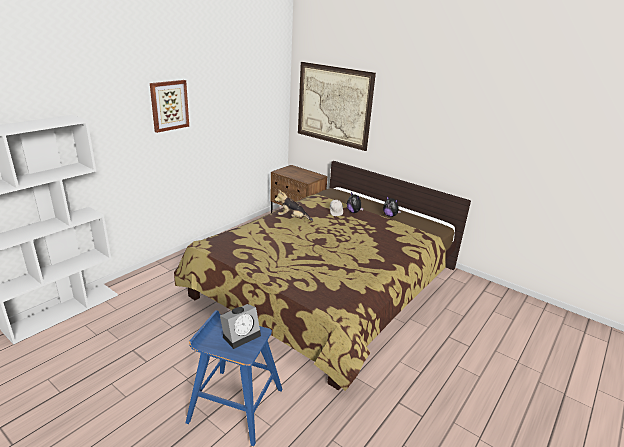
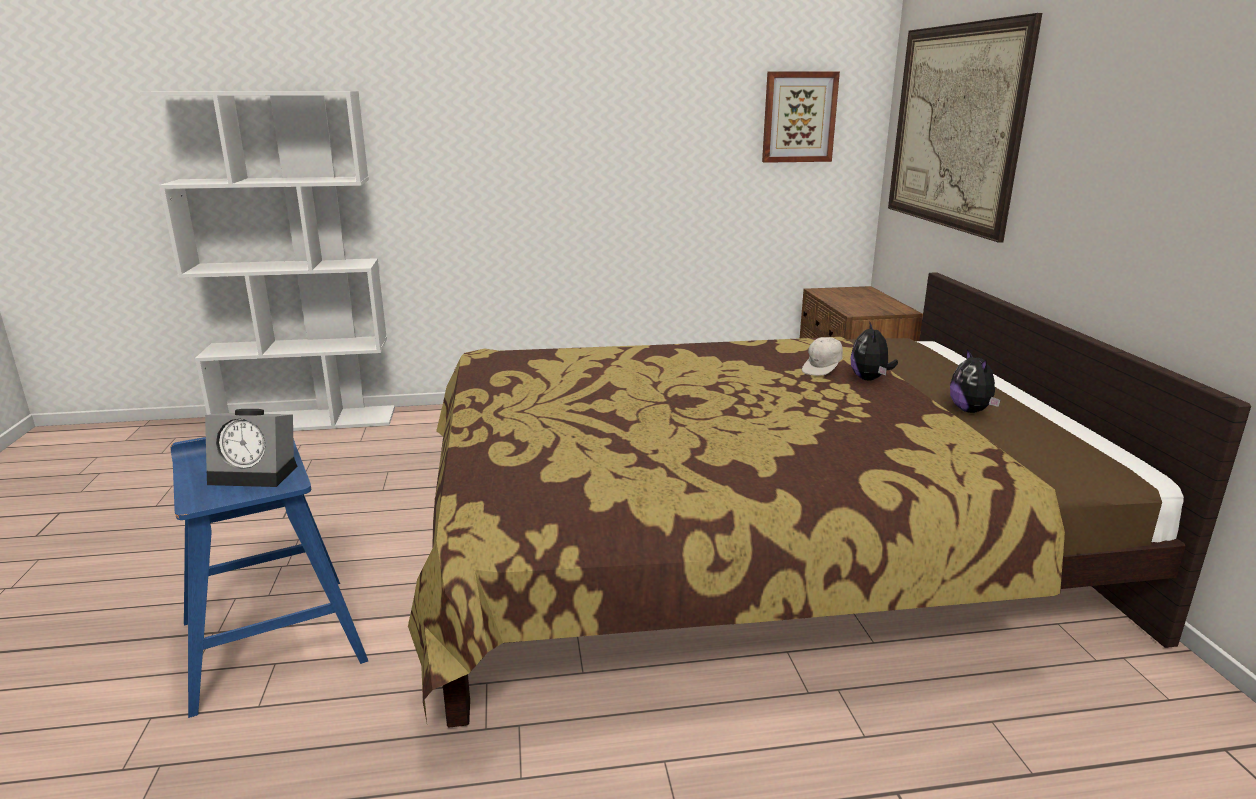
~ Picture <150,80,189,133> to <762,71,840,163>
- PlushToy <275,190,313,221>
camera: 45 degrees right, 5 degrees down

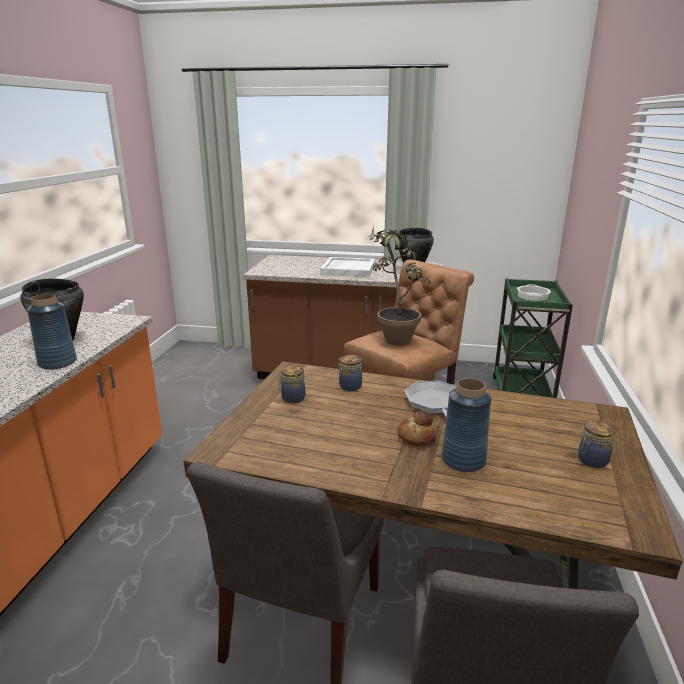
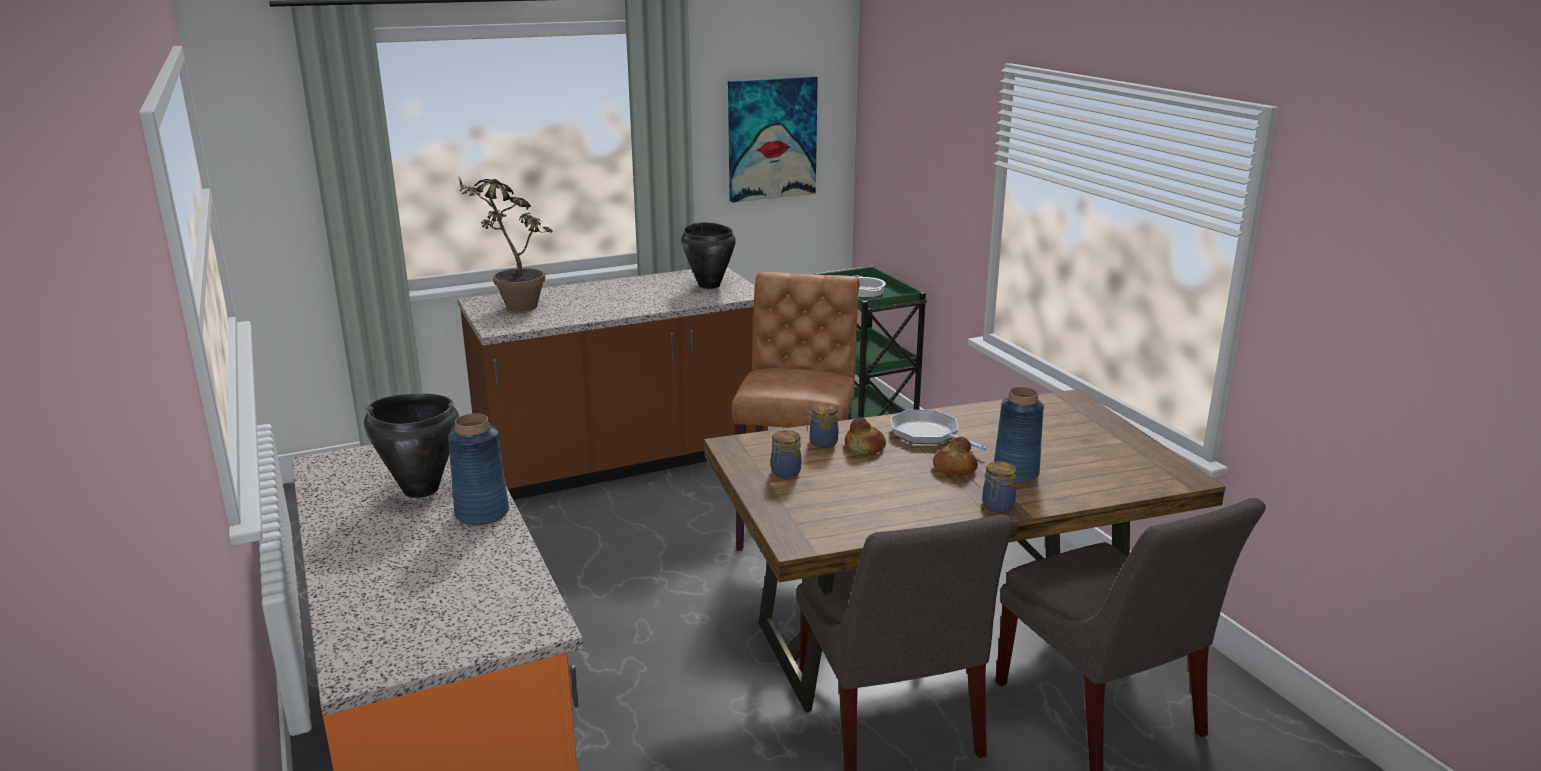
~ PlantInAPot <369,225,431,346> to <459,177,553,312>
+ Picture <728,76,818,202>
+ BakedBread <845,417,886,454>
~ PreserveJar <578,421,615,468> to <982,461,1017,512>
- WhitishCarryingTray <320,257,375,277>
camera: 35 degrees left, 0 degrees up

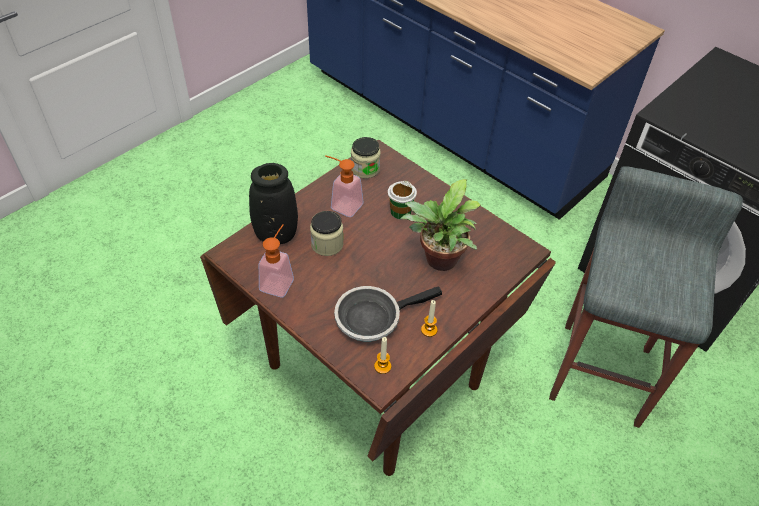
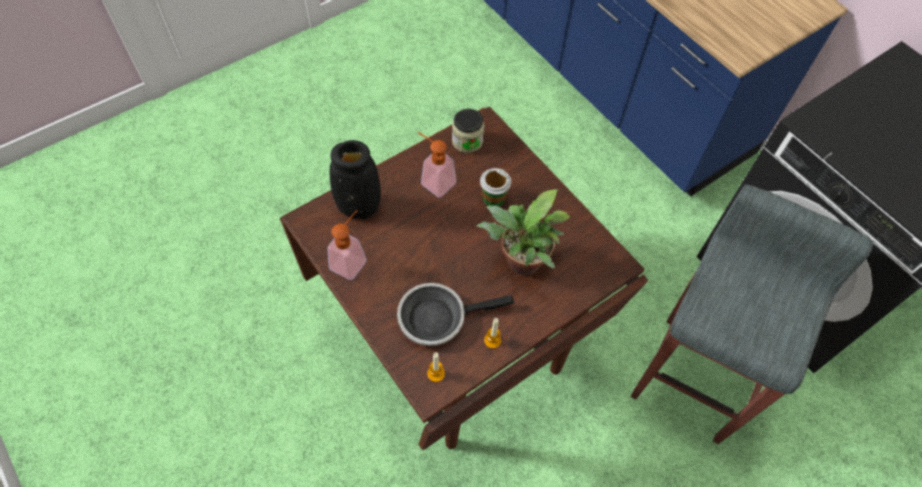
- PreserveJar <310,211,343,256>
camera: 10 degrees right, 10 degrees up

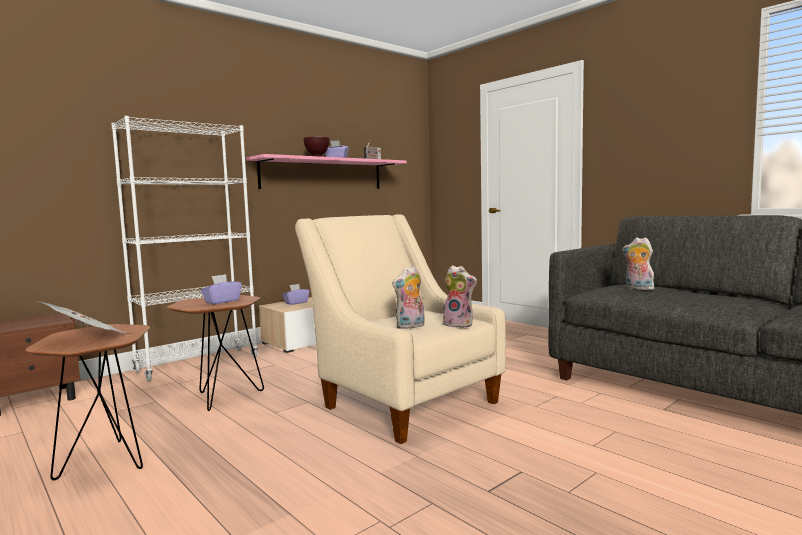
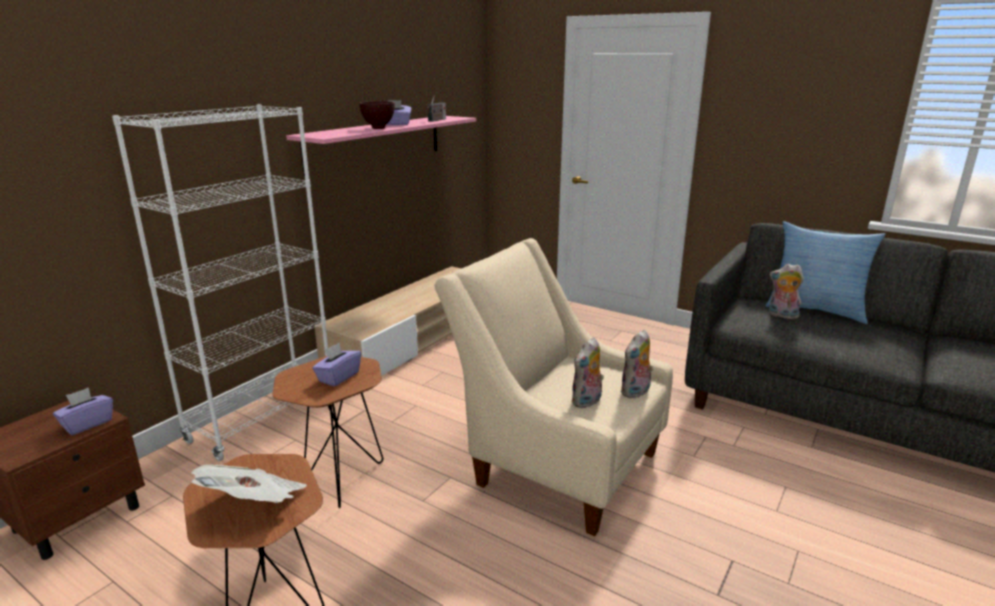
~ PurpleColouredBoxOfTissues <282,284,309,305> to <53,387,113,435>
~ PlushToy <443,265,477,328> = <620,330,653,398> 120 degrees clockwise
+ Pillow <766,221,886,324>
camera: 15 degrees left, 15 degrees up

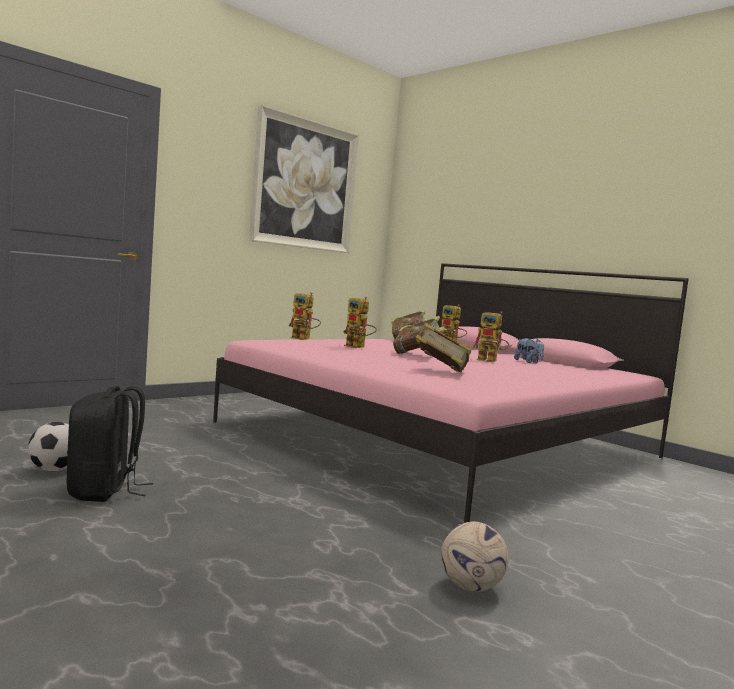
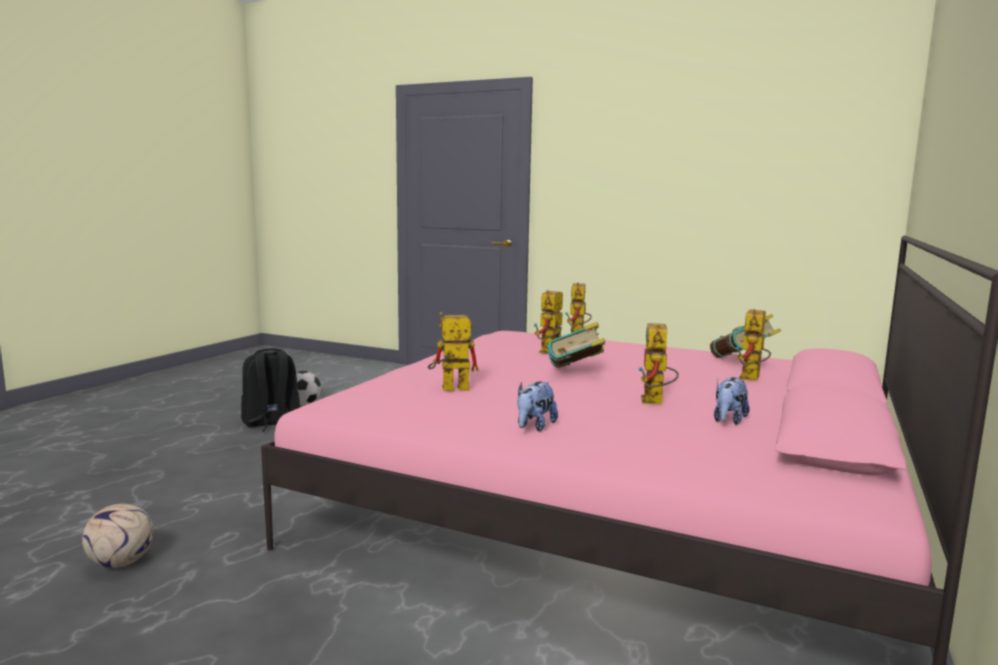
~ Book <416,323,471,373> to ToyRobot <428,312,479,391>
+ PlushToy <517,381,558,431>
- Picture <249,105,359,253>
camera: 70 degrees right, 5 degrees up

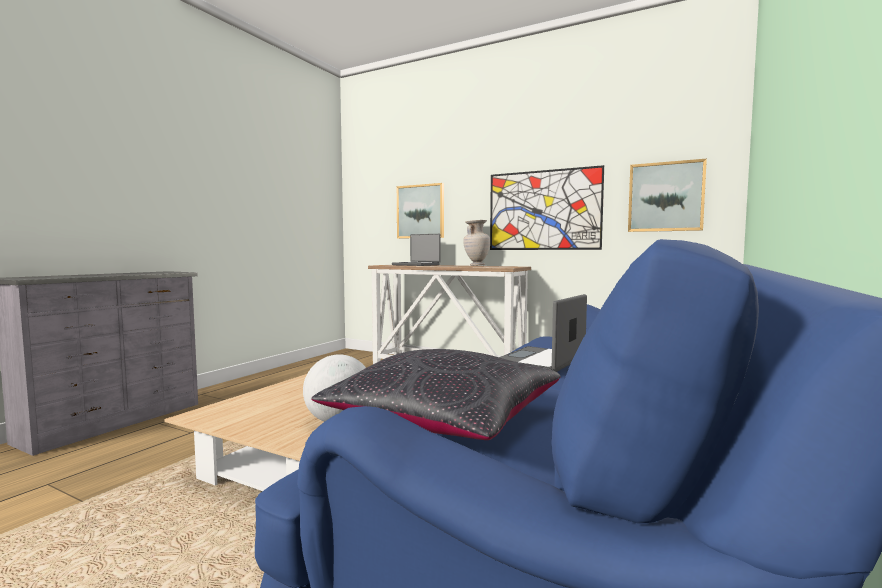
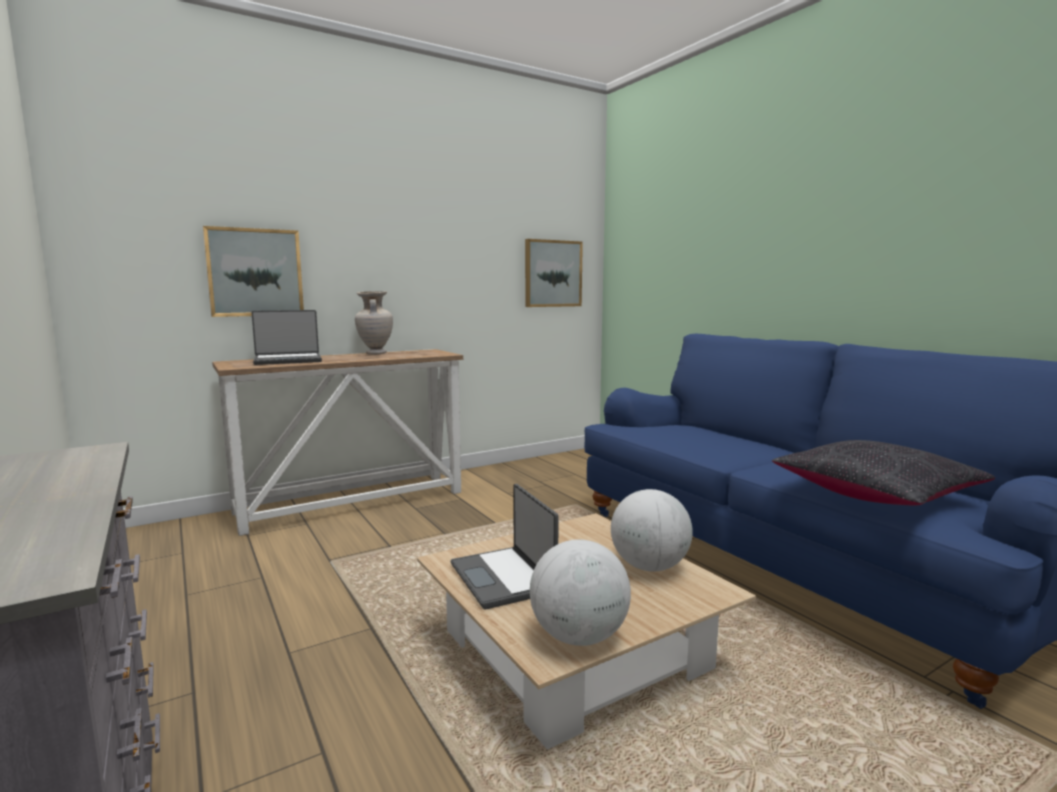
~ NotebookComputer <499,294,587,372> to <450,484,559,610>
+ DeskGlobe <530,539,631,646>
- Picture <490,165,604,250>
camera: 60 degrees left, 5 degrees up

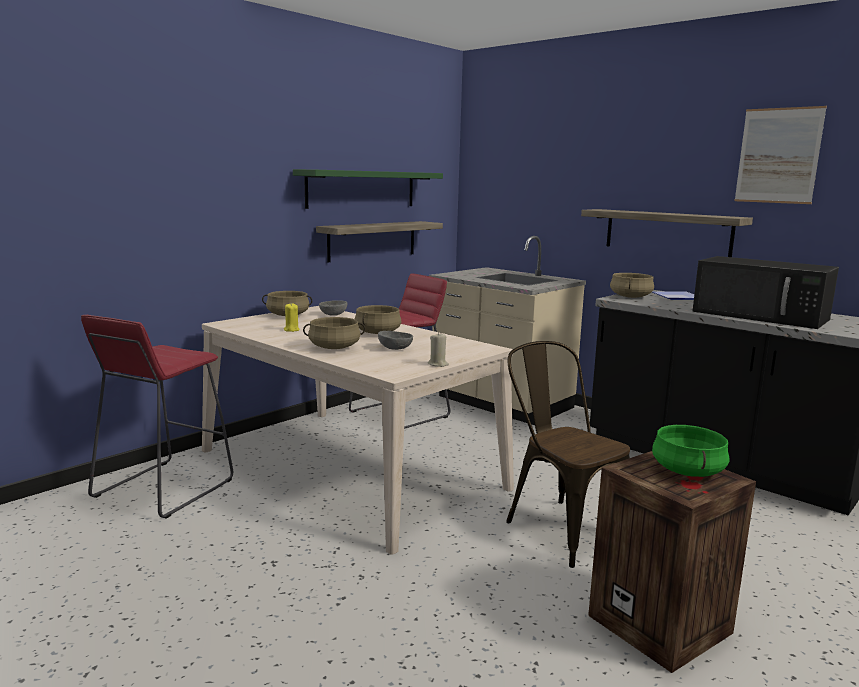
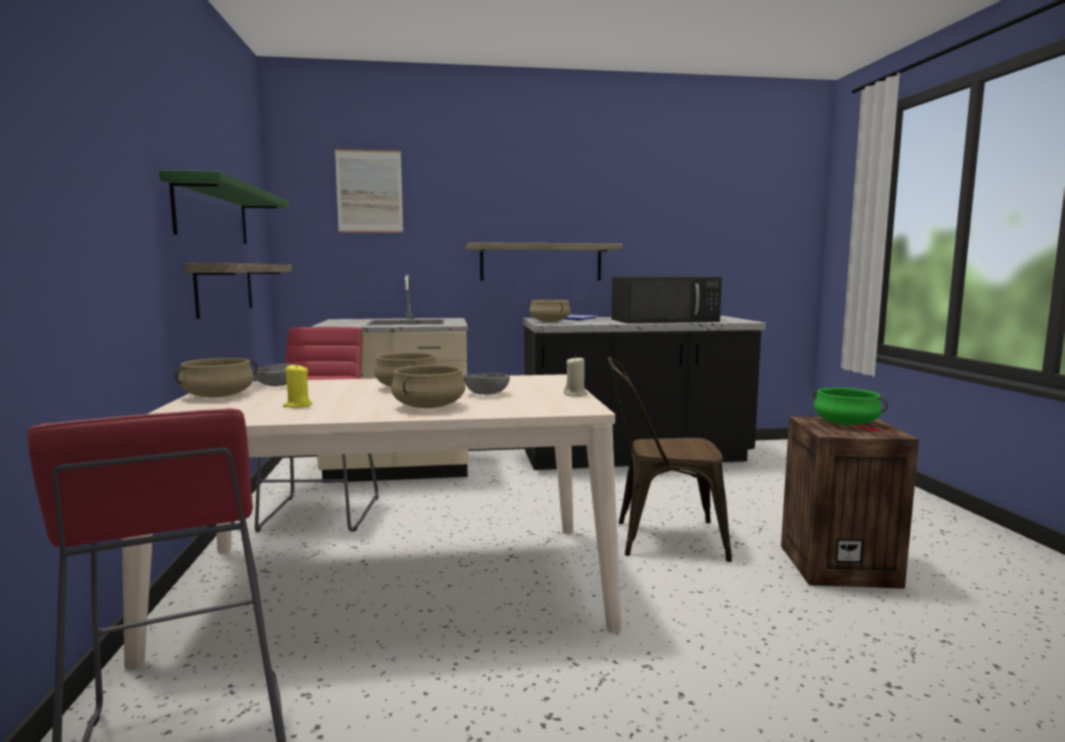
~ Picture <735,106,827,204> to <335,149,403,233>
camera: 50 degrees left, 5 degrees down

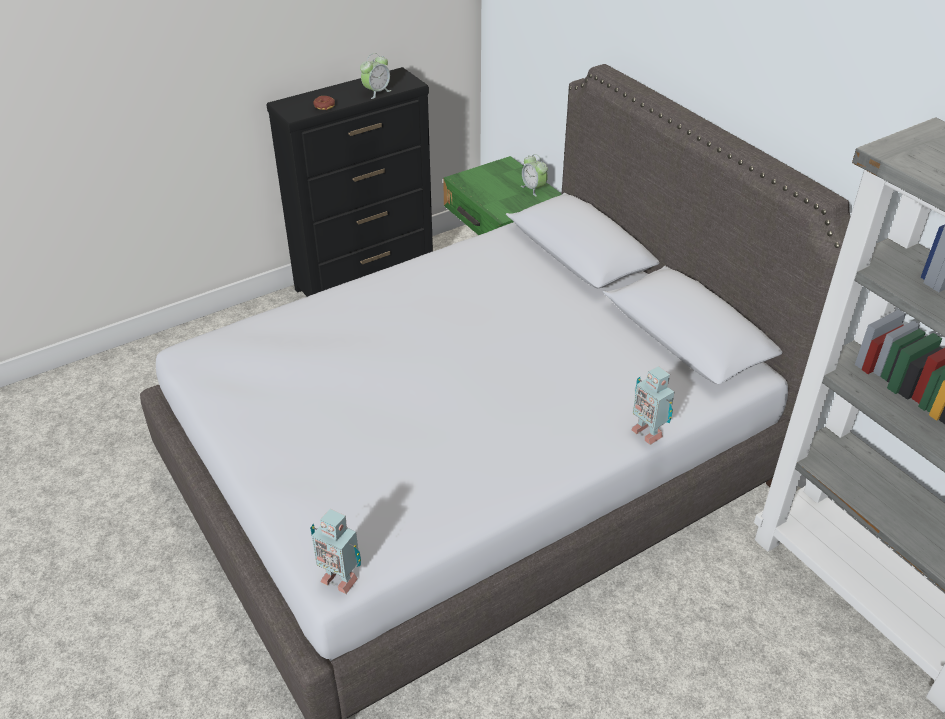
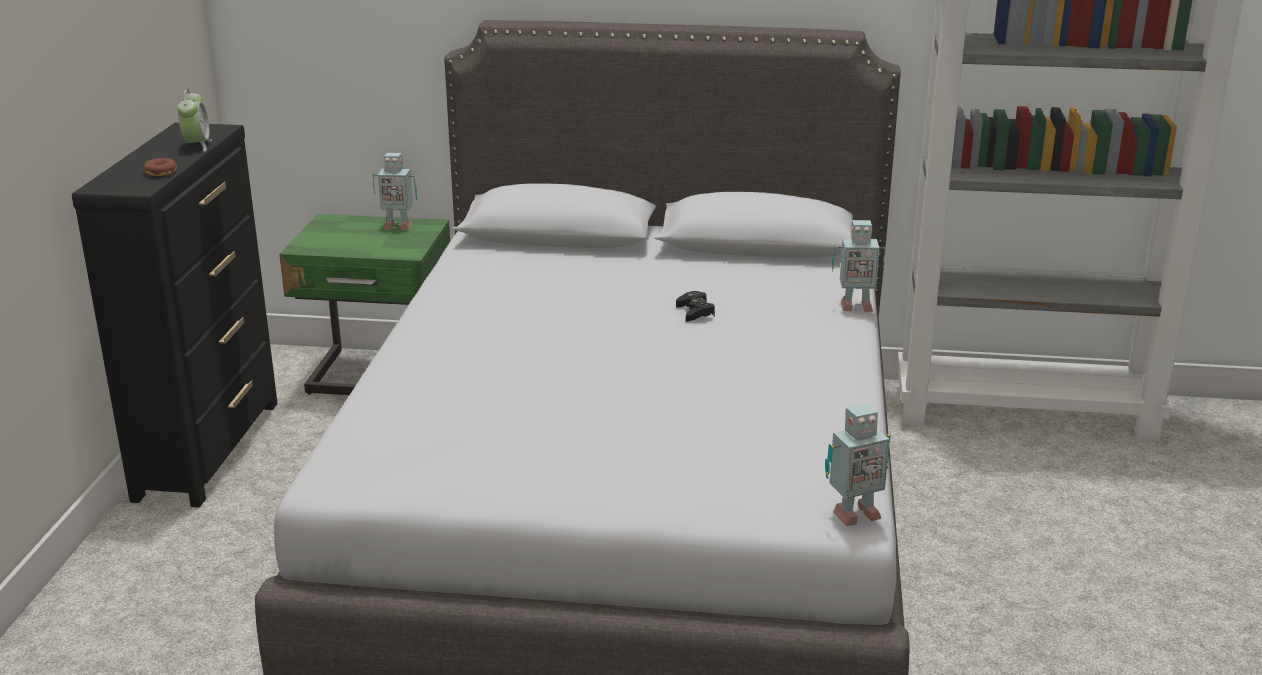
~ AlarmClock <521,154,548,197> to ToyRobot <373,153,417,230>
+ BlackishGameController <676,291,715,322>
camera: 50 degrees left, 15 degrees down

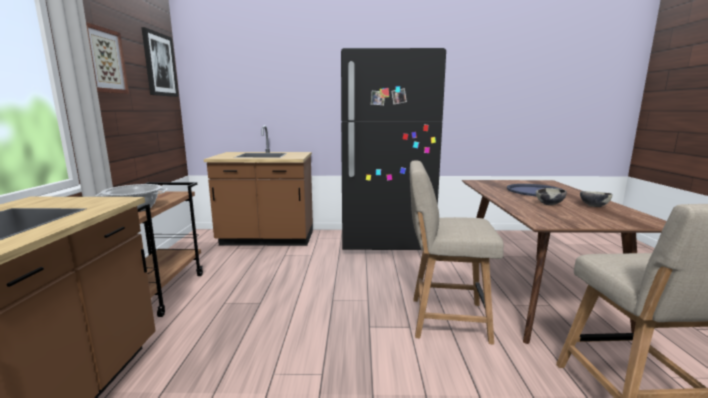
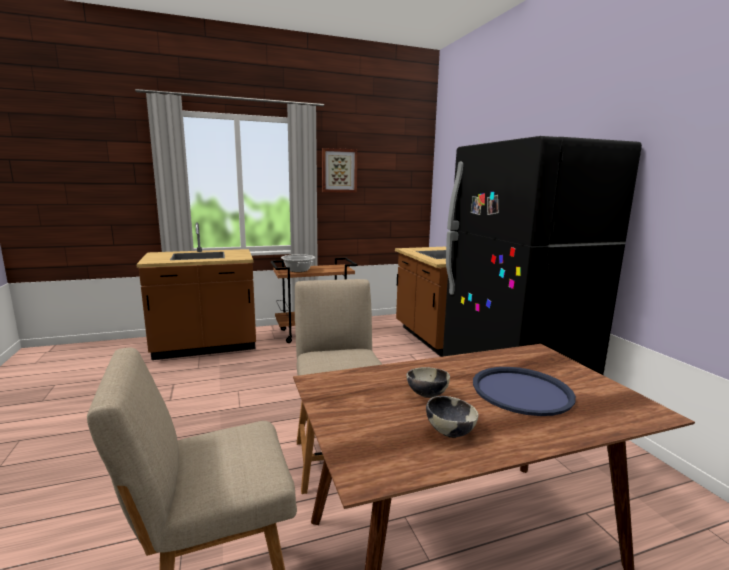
- Picture <141,27,179,97>
camera: 70 degrees right, 0 degrees up

